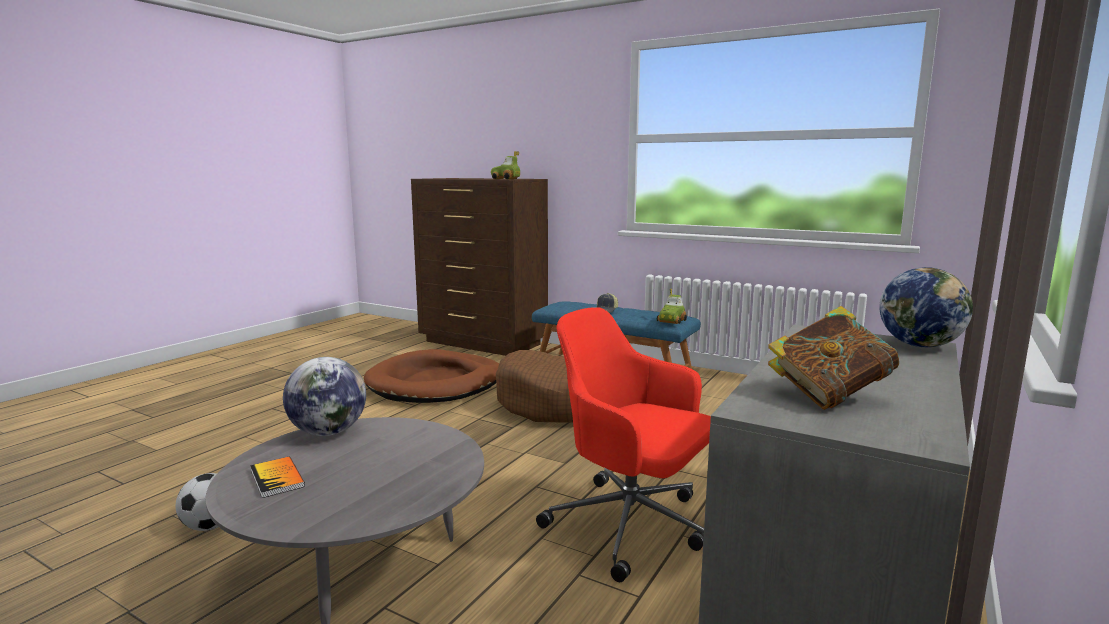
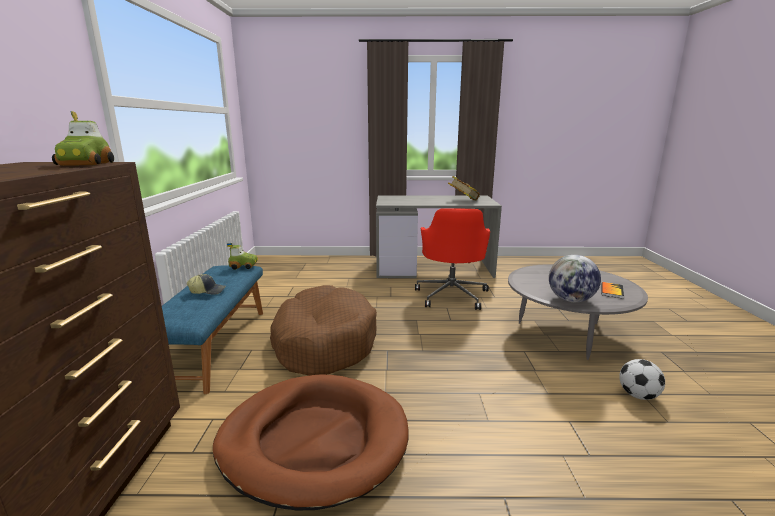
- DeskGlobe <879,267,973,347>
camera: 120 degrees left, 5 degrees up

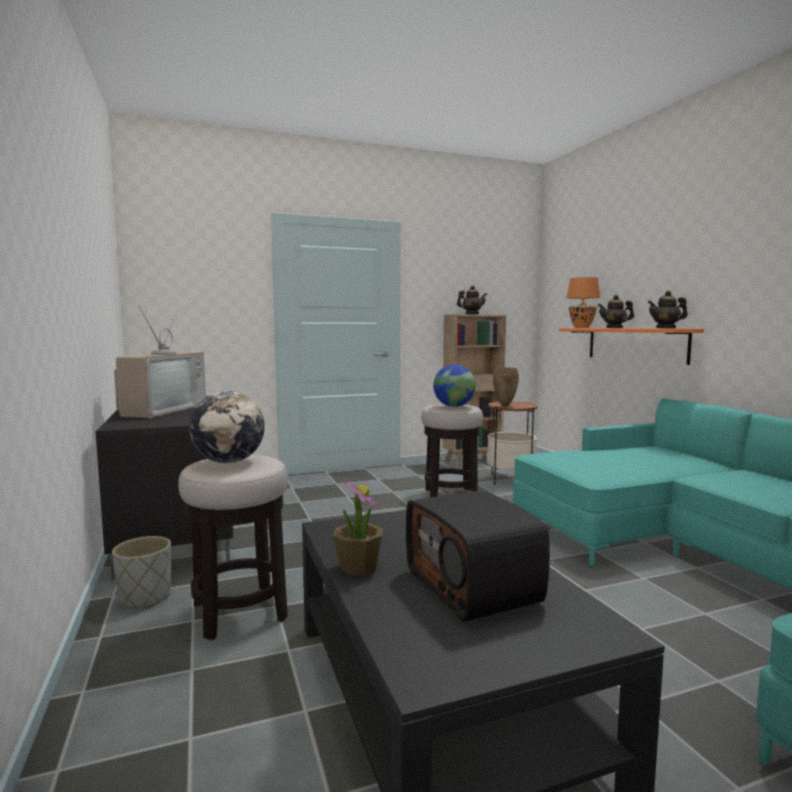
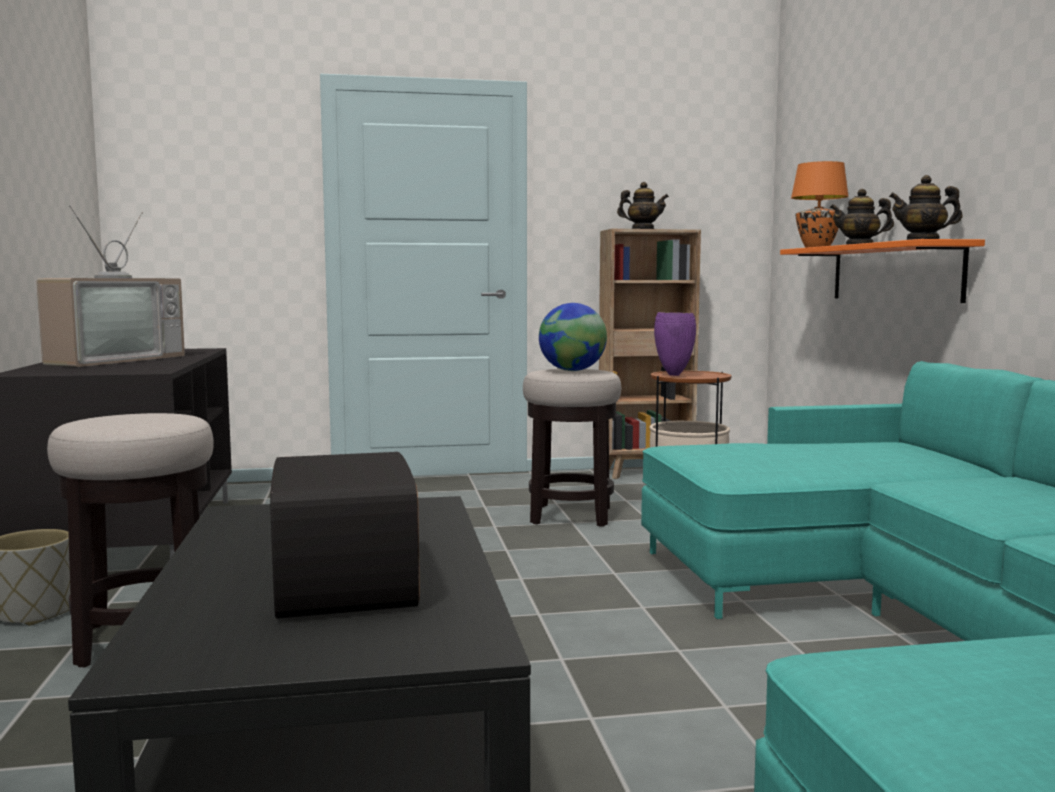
~ BrownColouredDecorativeVase <493,367,519,406> to PurpleColouredDecorativeVase <654,312,696,376>
- DeskGlobe <189,391,265,463>
- PlantInAPot <333,478,383,575>
camera: 10 degrees right, 0 degrees up

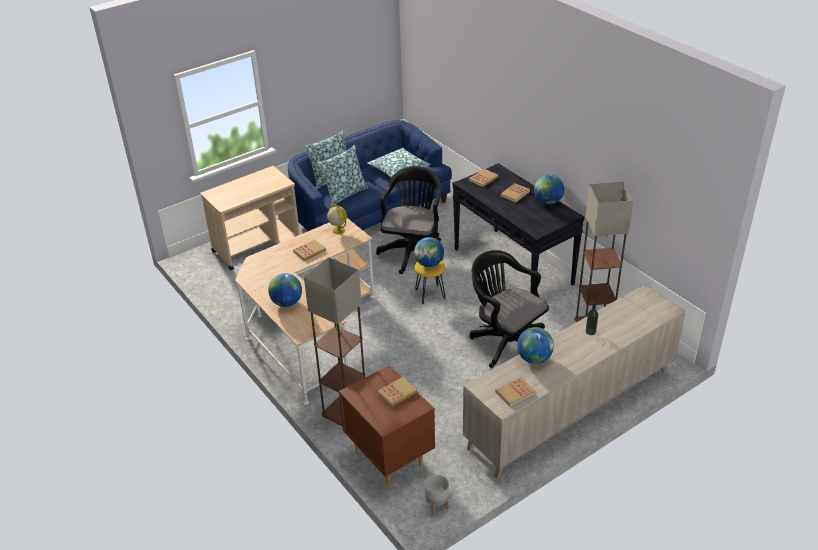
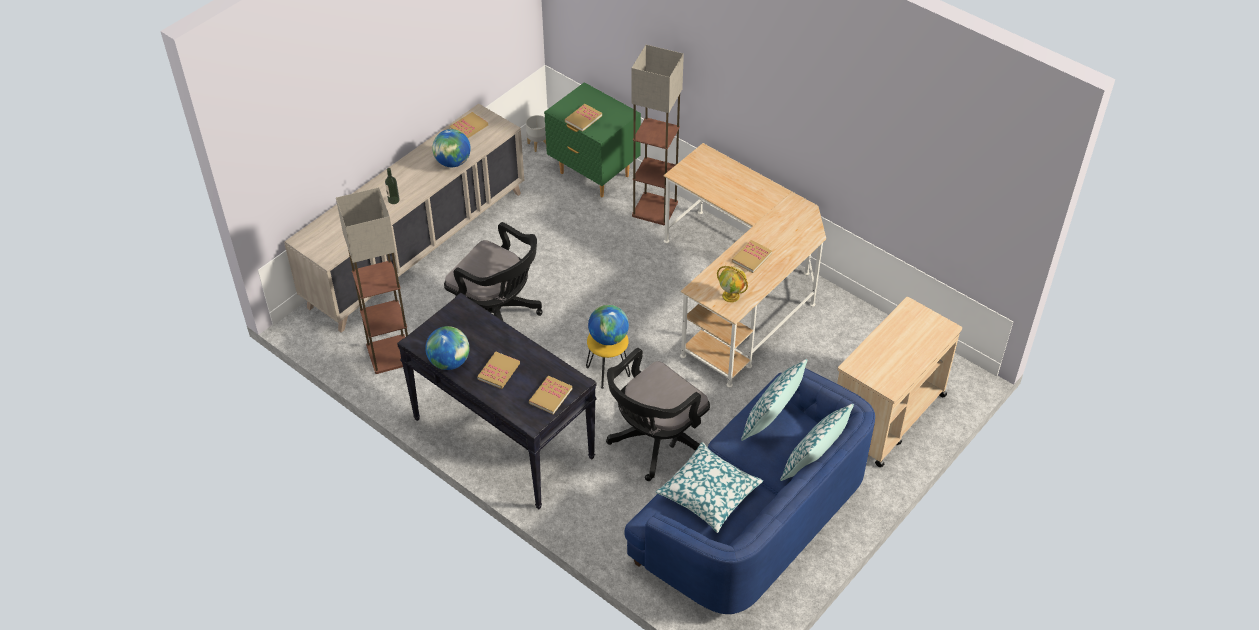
~ BrownColouredNightTable <339,365,435,486> to GreenColouredNightTable <544,82,641,197>
~ BlackishComputerChair <376,166,443,274> = <606,348,710,481> 45 degrees clockwise
- DeskGlobe <268,273,302,307>
camera: 165 degrees right, 10 degrees up

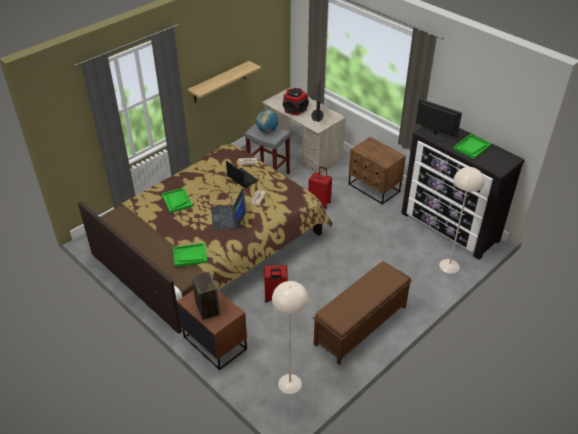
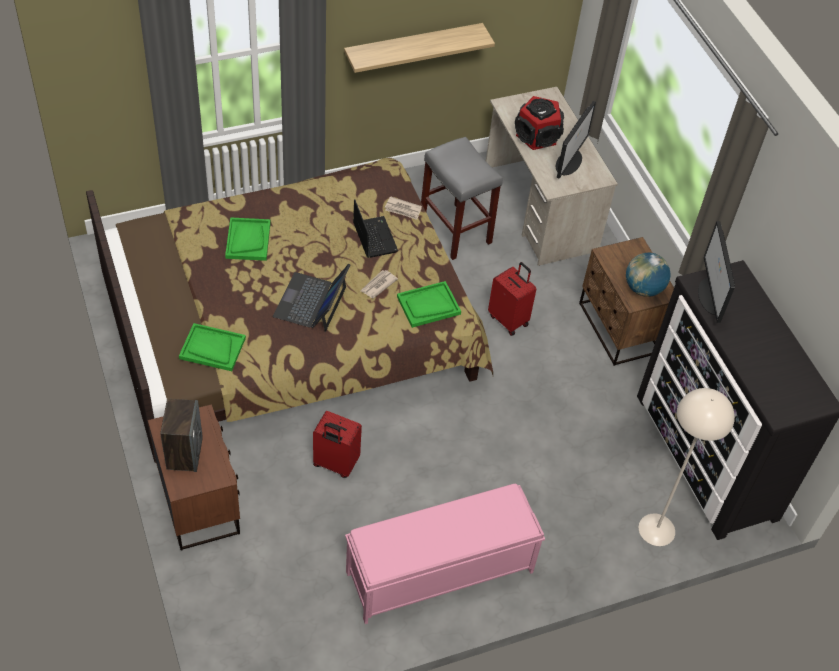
~ BrownColouredBench <313,261,412,365> to PinkishBench <345,484,545,624>
~ GreenColouredCarryingTray <453,134,491,159> to <397,281,461,328>
~ DeskGlobe <256,110,279,133> to <626,253,670,297>
~ ComputerScreen <416,99,462,141> = <698,221,735,323> 150 degrees counterclockwise
- BeigeColouredFloorLamp <272,281,308,394>
camera: 20 degrees right, 10 degrees up

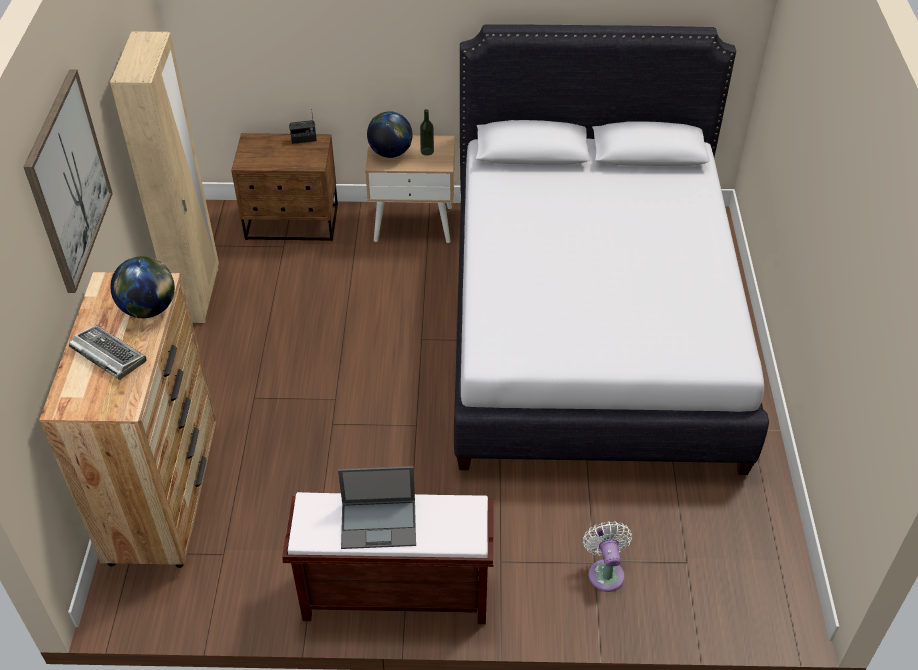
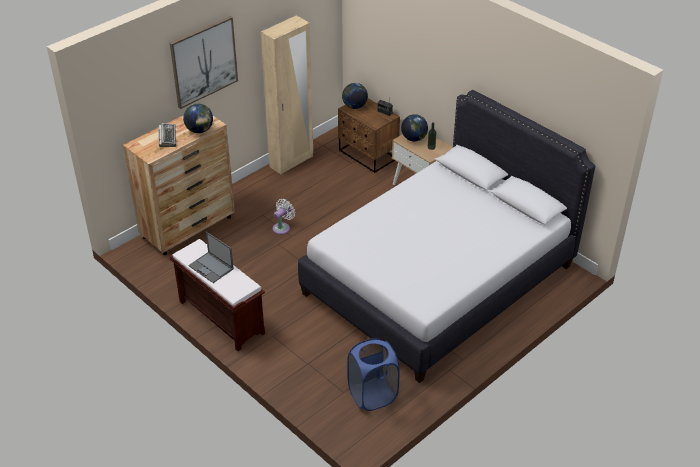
~ WhitishCoolingFan <583,521,632,592> to <273,199,295,235>
+ DeskGlobe <342,83,368,109>
+ BlueColouredWashingBasket <347,338,400,411>
camera: 45 degrees right, 5 degrees down

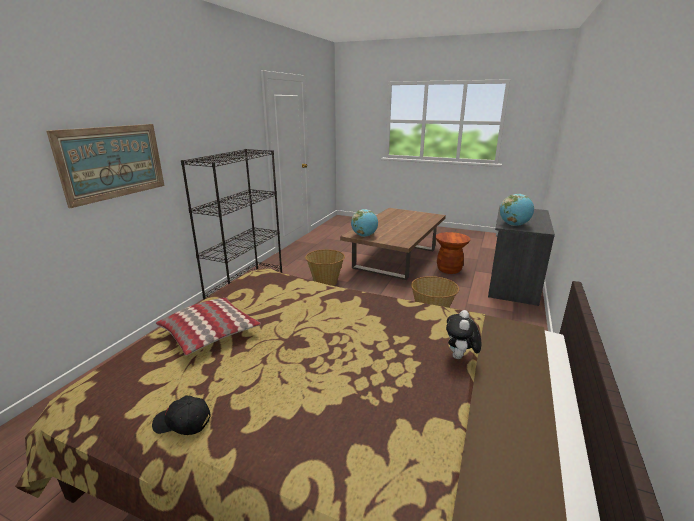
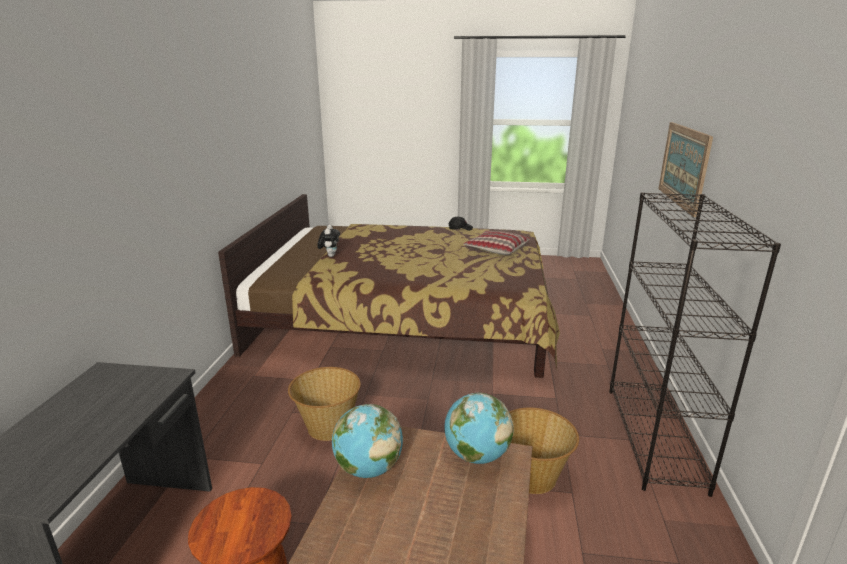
~ DeskGlobe <500,194,534,226> to <332,404,403,478>
camera: 165 degrees right, 0 degrees up

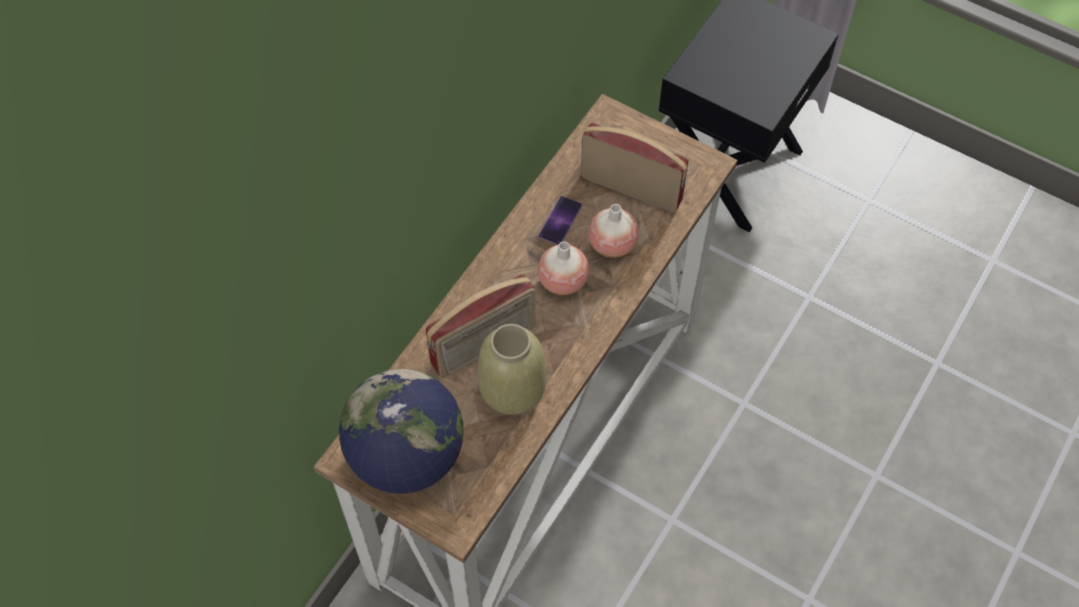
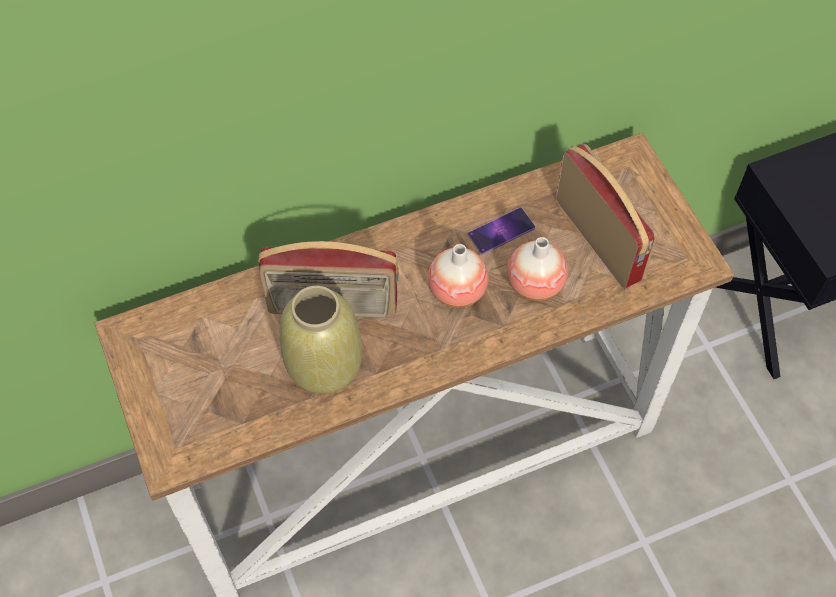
- DeskGlobe <339,369,464,494>
camera: 35 degrees right, 0 degrees up

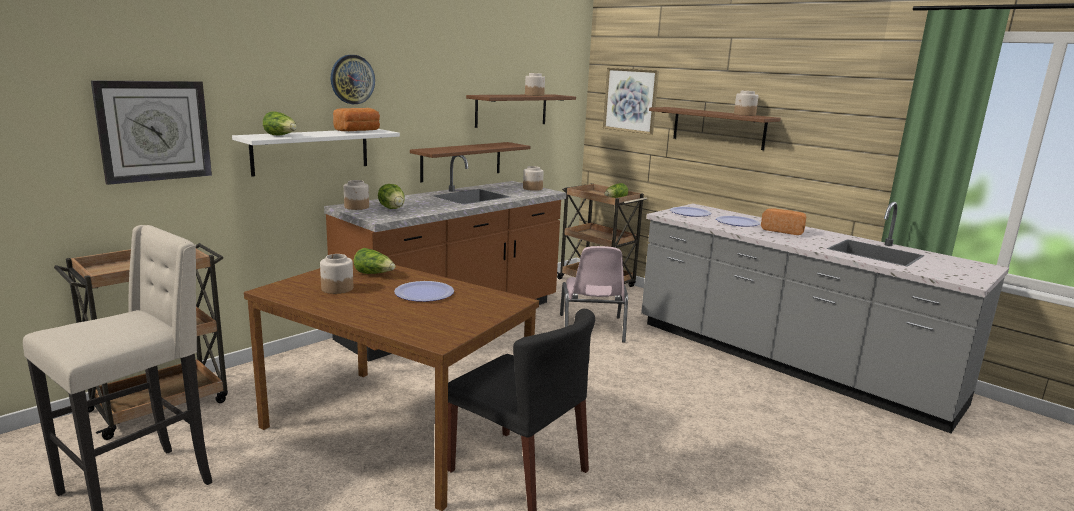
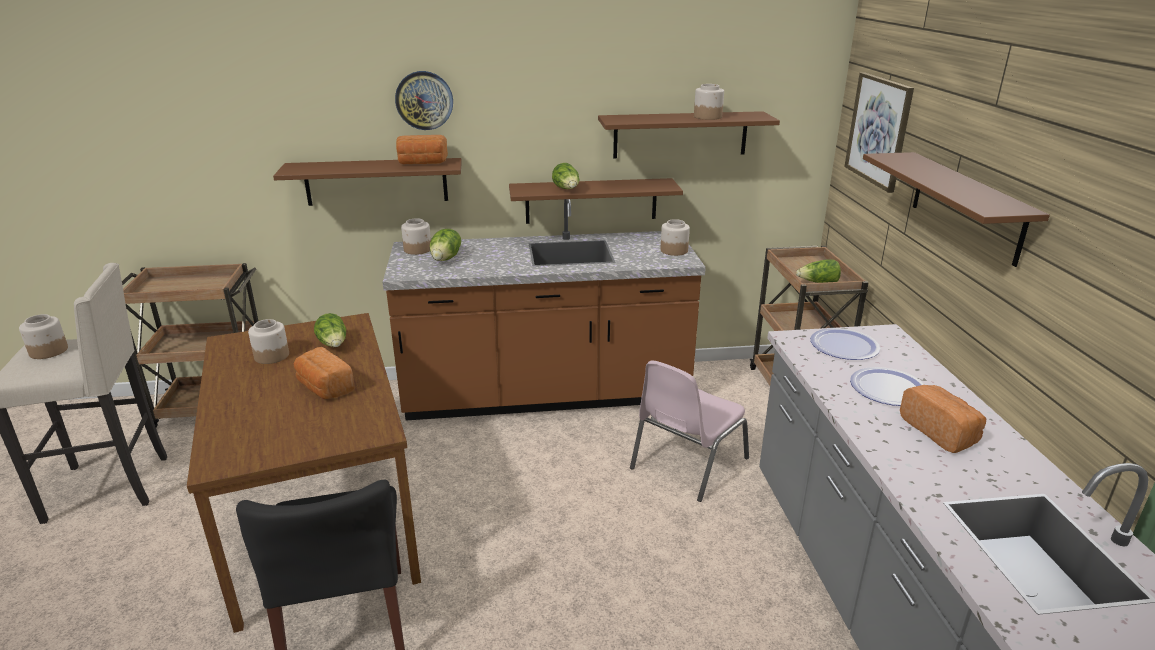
~ PreserveJar <734,91,759,116> to <19,314,68,359>
~ WhitishWallShelf <232,129,400,177> to BrownColouredWallShelf <273,158,462,206>
~ DinnerPlate <394,281,454,302> to BakedBread <294,347,355,399>
~ Lettuce <263,111,297,135> to <552,163,579,189>
- HangingClock <91,80,212,185>
camera: 40 degrees right, 10 degrees up

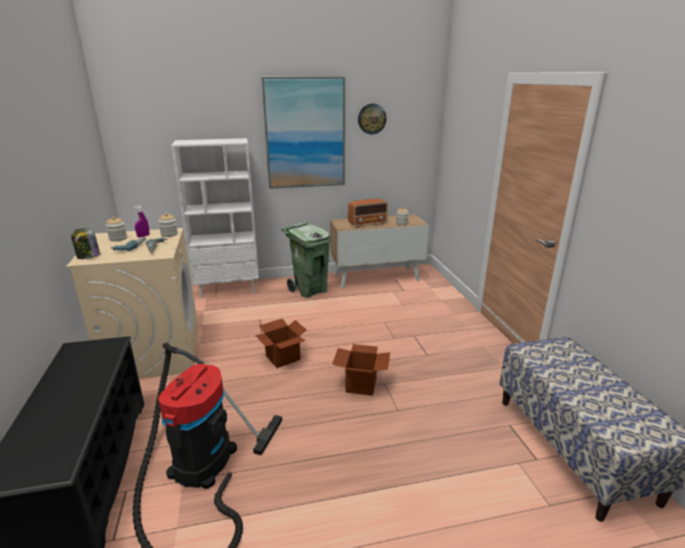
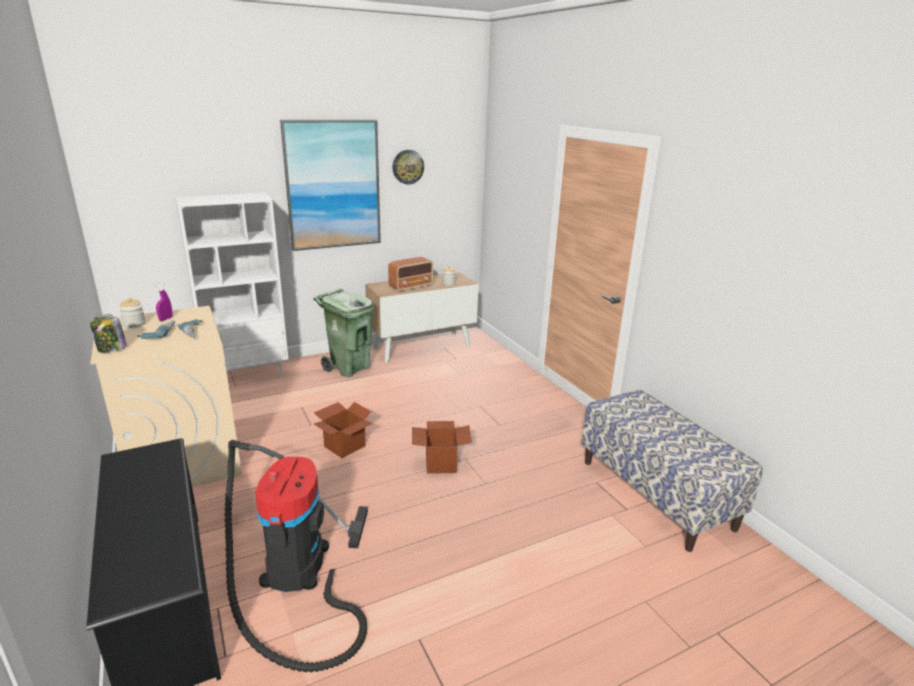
- PreserveJar <158,213,178,237>
camera: 15 degrees left, 0 degrees up

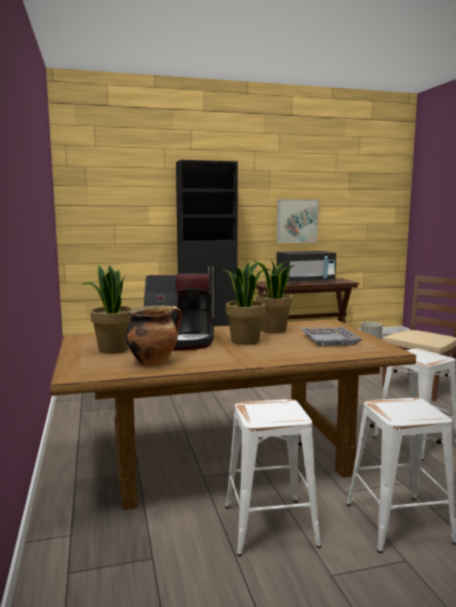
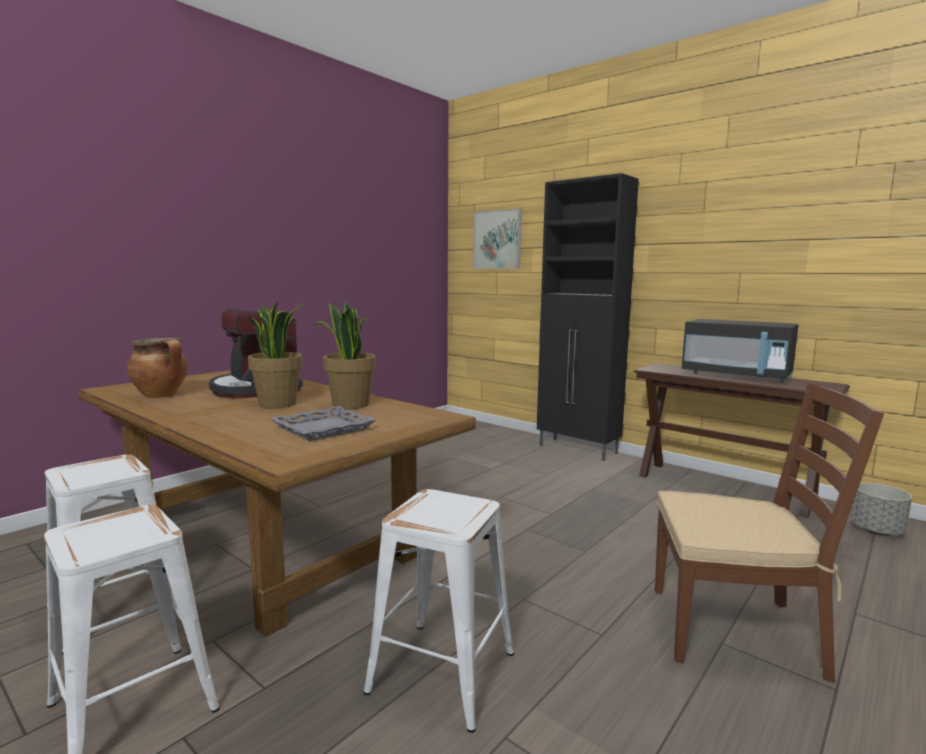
~ Picture <277,199,319,243> to <473,208,522,269>
- PlantInAPot <82,265,133,354>
camera: 55 degrees right, 0 degrees up

